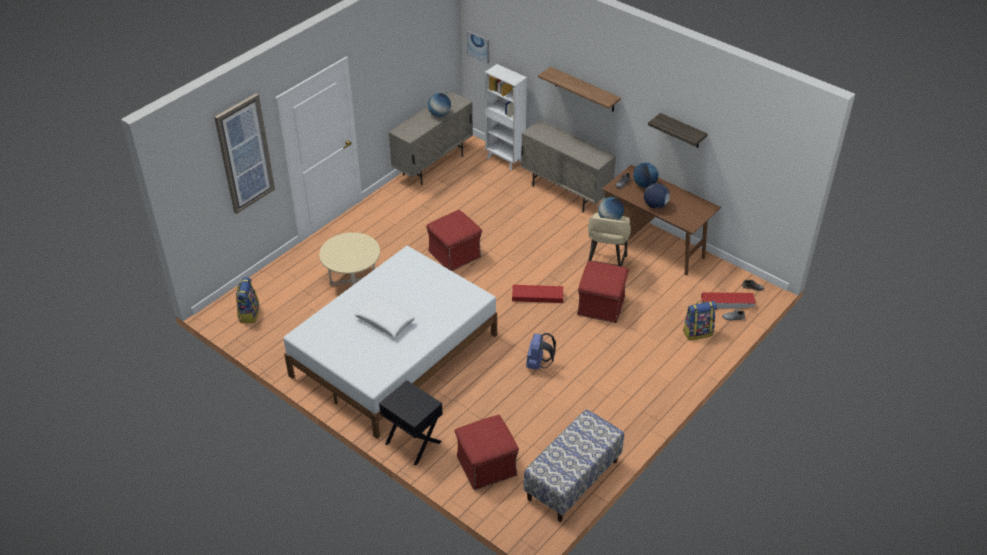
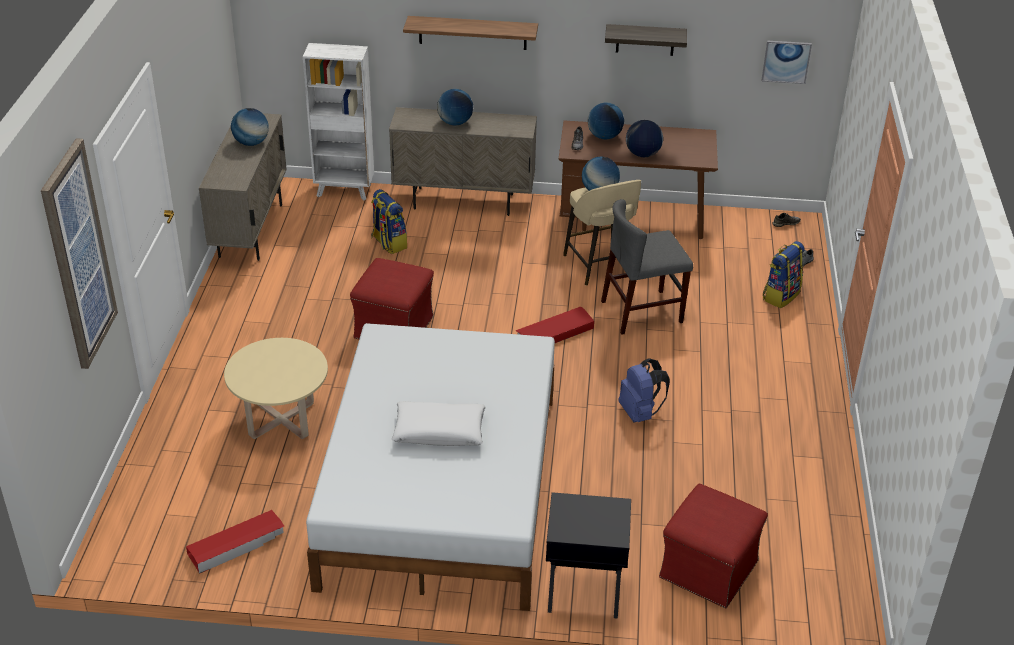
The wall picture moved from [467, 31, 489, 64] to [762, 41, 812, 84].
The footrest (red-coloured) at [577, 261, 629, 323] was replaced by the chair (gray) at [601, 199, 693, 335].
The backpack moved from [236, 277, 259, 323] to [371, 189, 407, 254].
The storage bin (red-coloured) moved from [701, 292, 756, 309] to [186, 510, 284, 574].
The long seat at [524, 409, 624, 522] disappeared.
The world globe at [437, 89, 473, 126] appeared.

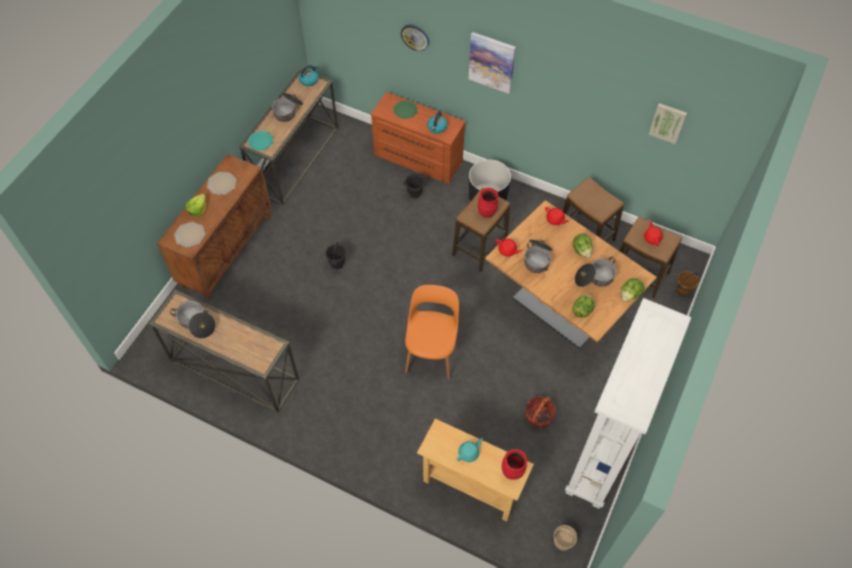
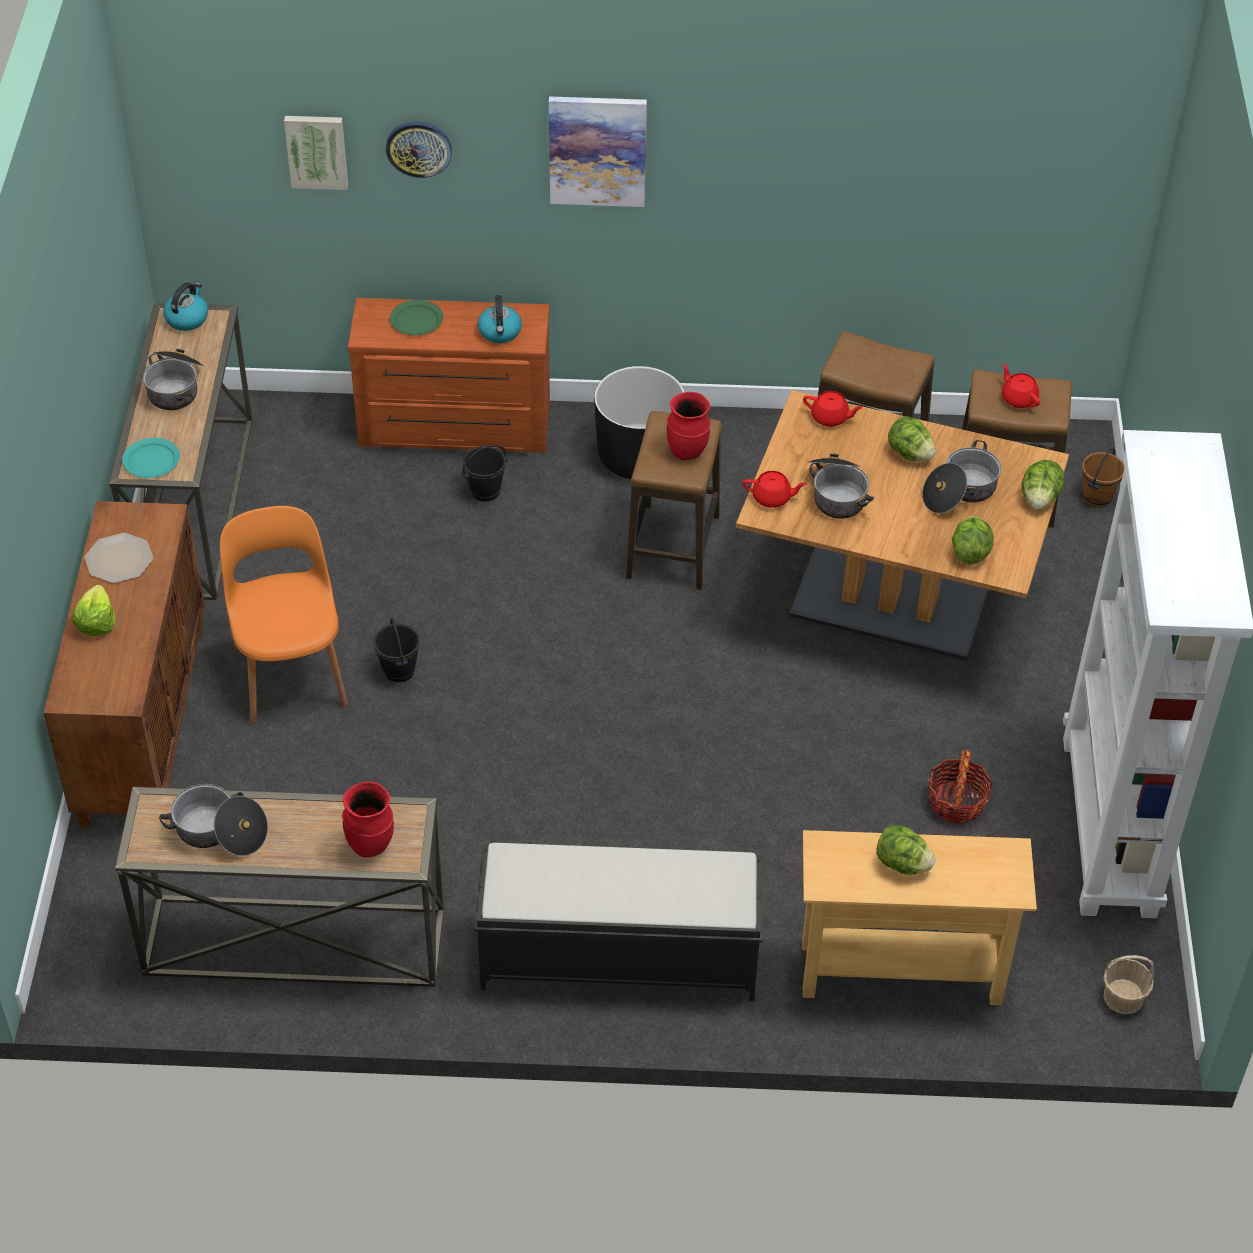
The wall picture moved from [649, 103, 687, 144] to [284, 116, 348, 190].
The dinner plate at [174, 222, 206, 248] disappeared.
The chair (orange) moved from [405, 285, 459, 380] to [220, 506, 348, 724].
The tea pot (turquoise-coloured) at [457, 438, 483, 462] was replaced by the lettuce at [876, 825, 936, 875].
The flower vase (red-coloured) moved from [502, 449, 527, 480] to [342, 782, 394, 857].
The long seat (black-coloured) at [474, 843, 763, 1001] appeared.

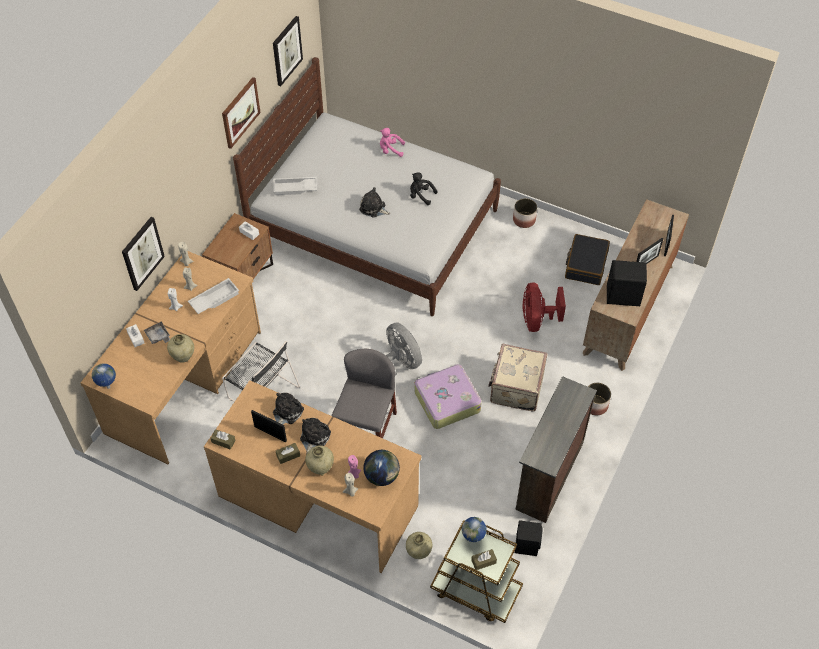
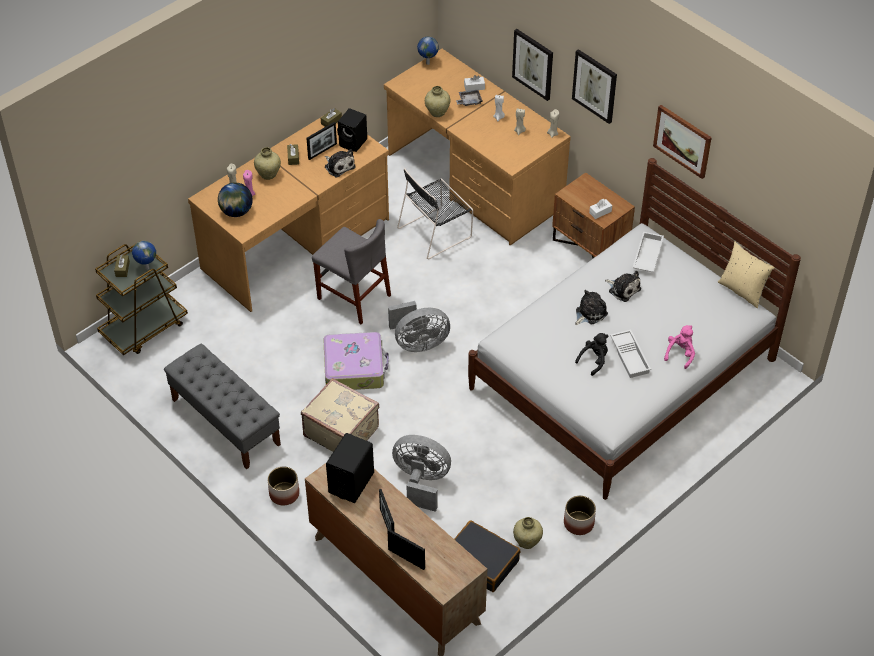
The wall picture moved from [273, 16, 303, 86] to [572, 49, 617, 124].
The carrying tray (white) moved from [188, 278, 239, 314] to [610, 330, 651, 378].
The cooling fan (red-coloured) at [522, 283, 566, 332] became the cooling fan (gray) at [392, 435, 451, 512].
The chest of drawers (brownish) at [516, 376, 597, 523] was replaced by the long seat (gray) at [164, 344, 281, 470].
The plush toy moved from [300, 418, 331, 454] to [605, 271, 641, 302].
The speaker (black-coloured) moved from [515, 520, 543, 556] to [337, 108, 367, 152].
The flower vase (sand-coloured) moved from [406, 532, 432, 559] to [513, 517, 543, 549].
The cushion (sand-coloured) at [718, 241, 775, 308] appeared.

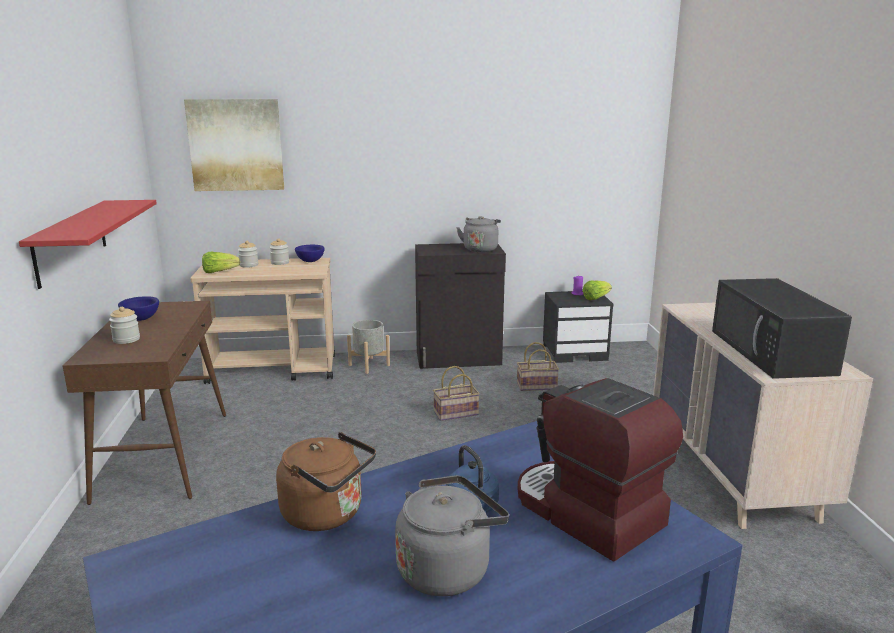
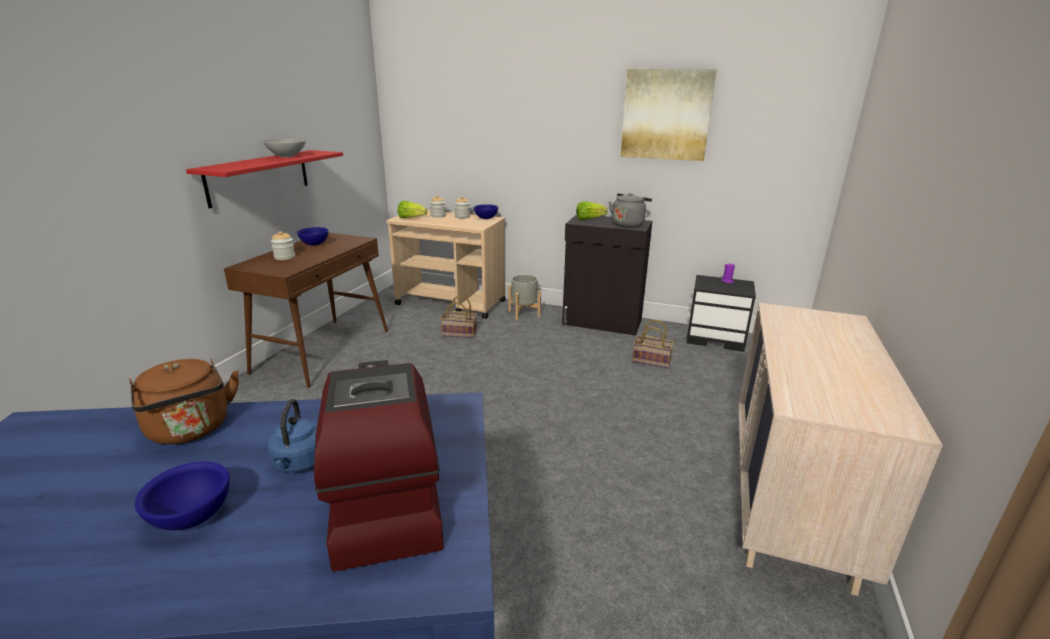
The wall picture moved from [184, 99, 284, 191] to [620, 69, 717, 161].
The microwave oven (black-coloured) at [712, 278, 852, 379] disappeared.
The lettuce moved from [583, 281, 612, 300] to [576, 201, 608, 220].
The storage basket moved from [433, 366, 480, 421] to [440, 296, 477, 338].
The kettle (gray) at [395, 475, 509, 596] was replaced by the bowl (blue-coloured) at [135, 461, 230, 531].
The bowl (gray) at [263, 139, 306, 157] appeared.

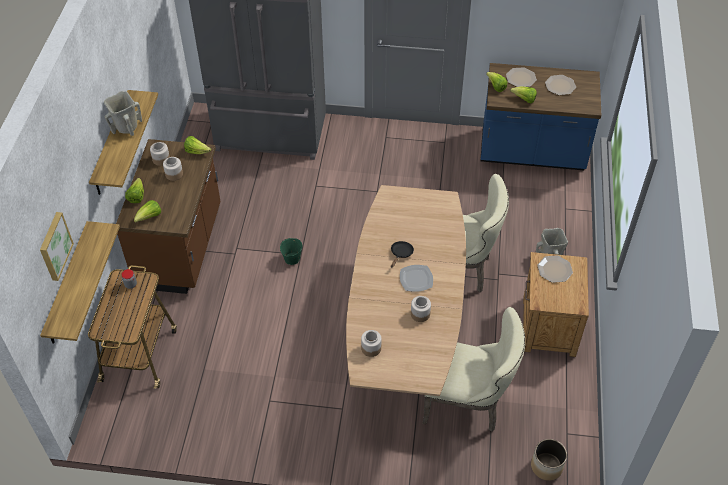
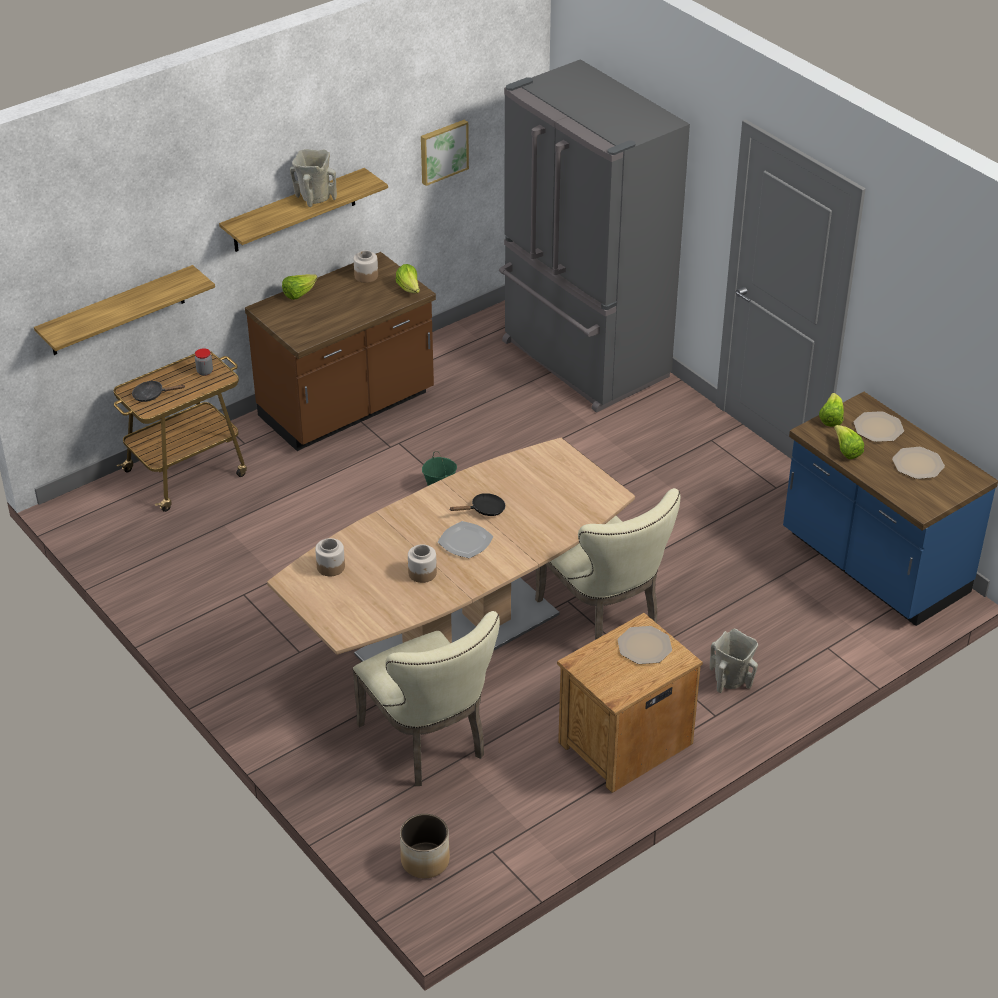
The jar at [163, 157, 183, 181] disappeared.
The lettuce at [134, 200, 161, 222] disappeared.
The wall picture moved from [40, 212, 74, 281] to [421, 120, 469, 186].
The pan (black-coloured) at [132, 381, 185, 402] appeared.

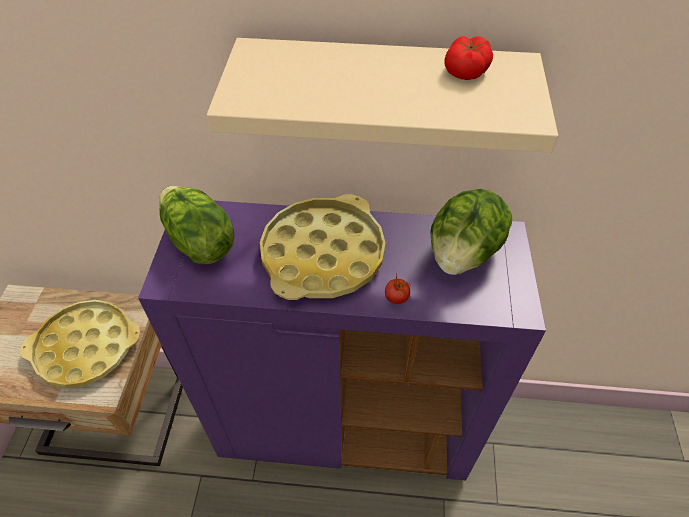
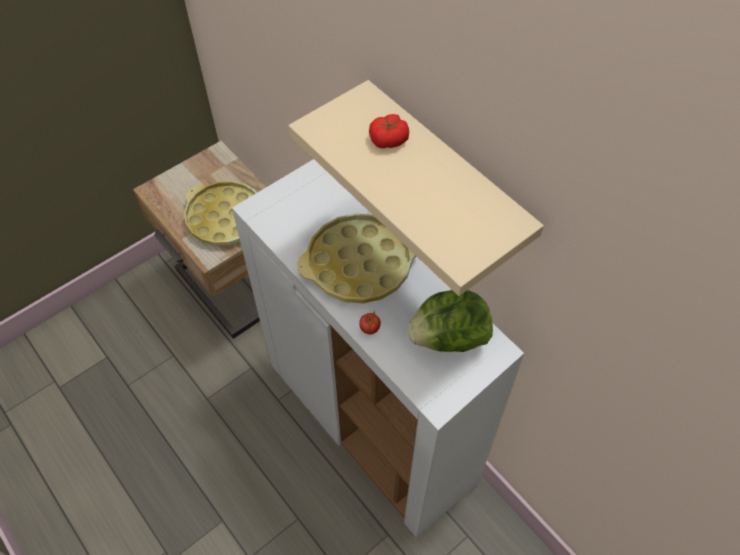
The tomato moved from [444, 36, 493, 80] to [369, 114, 409, 148].
The lettuce at [159, 186, 234, 264] disappeared.
The storage cabinet (purple) at [138, 201, 546, 480] became the storage cabinet (white) at [232, 159, 524, 538].

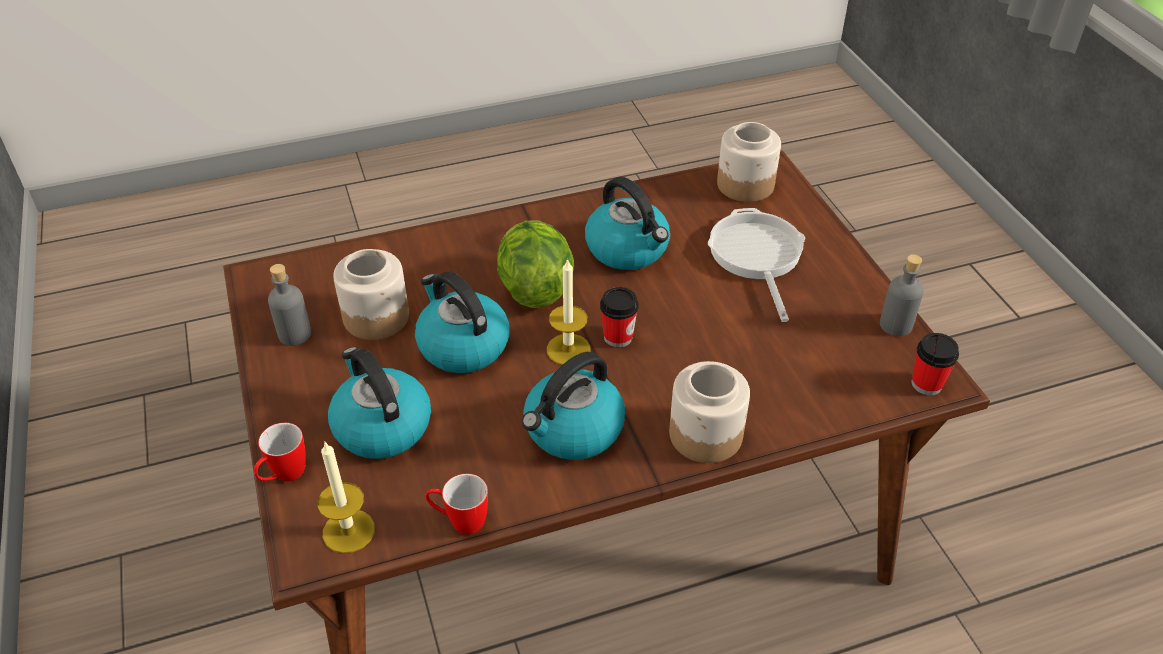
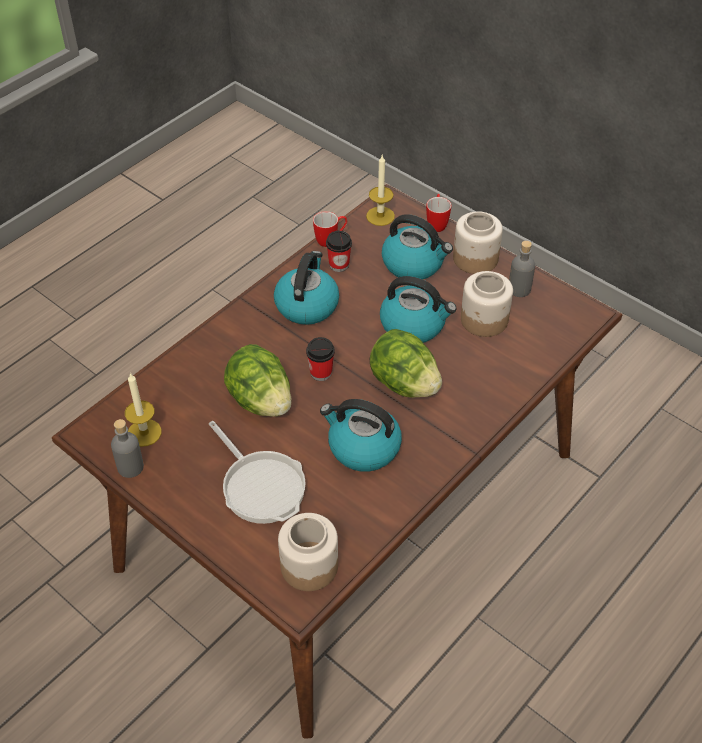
The wax candle moved from [547, 258, 590, 365] to [125, 372, 162, 447].
The drinking cup moved from [912, 333, 959, 395] to [326, 231, 352, 272].
The jar moved from [669, 361, 750, 463] to [453, 212, 503, 274].
The lettuce at [224, 344, 292, 417] appeared.

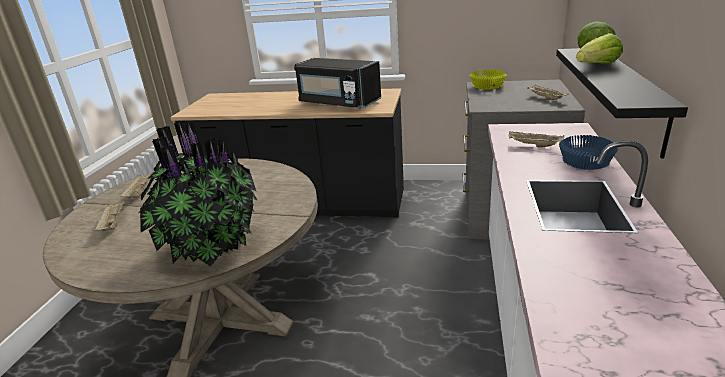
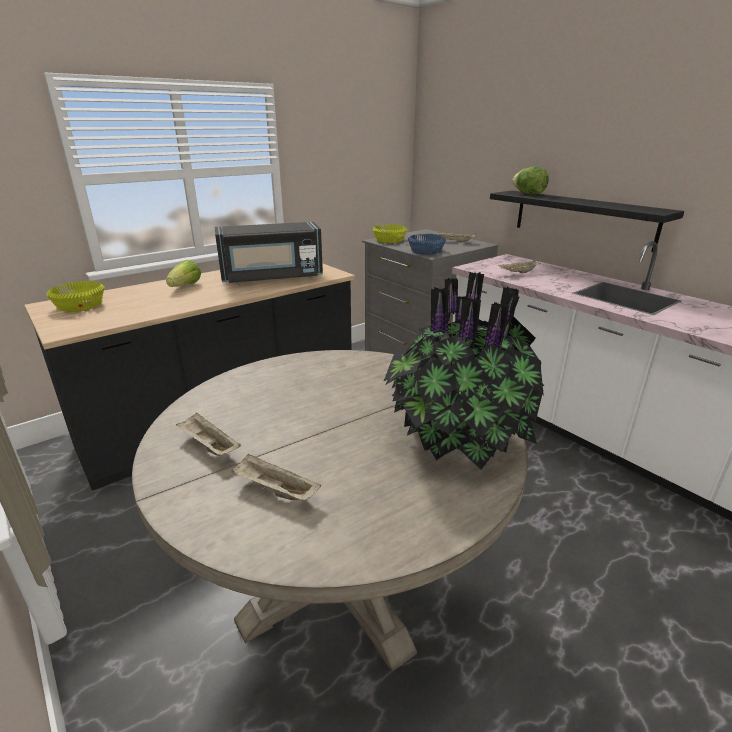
The lettuce moved from [576, 33, 623, 64] to [166, 260, 201, 287].
The bowl (blue-coloured) moved from [559, 135, 618, 170] to [408, 234, 446, 255].
The bowl (yellowish) at [46, 281, 104, 312] appeared.

